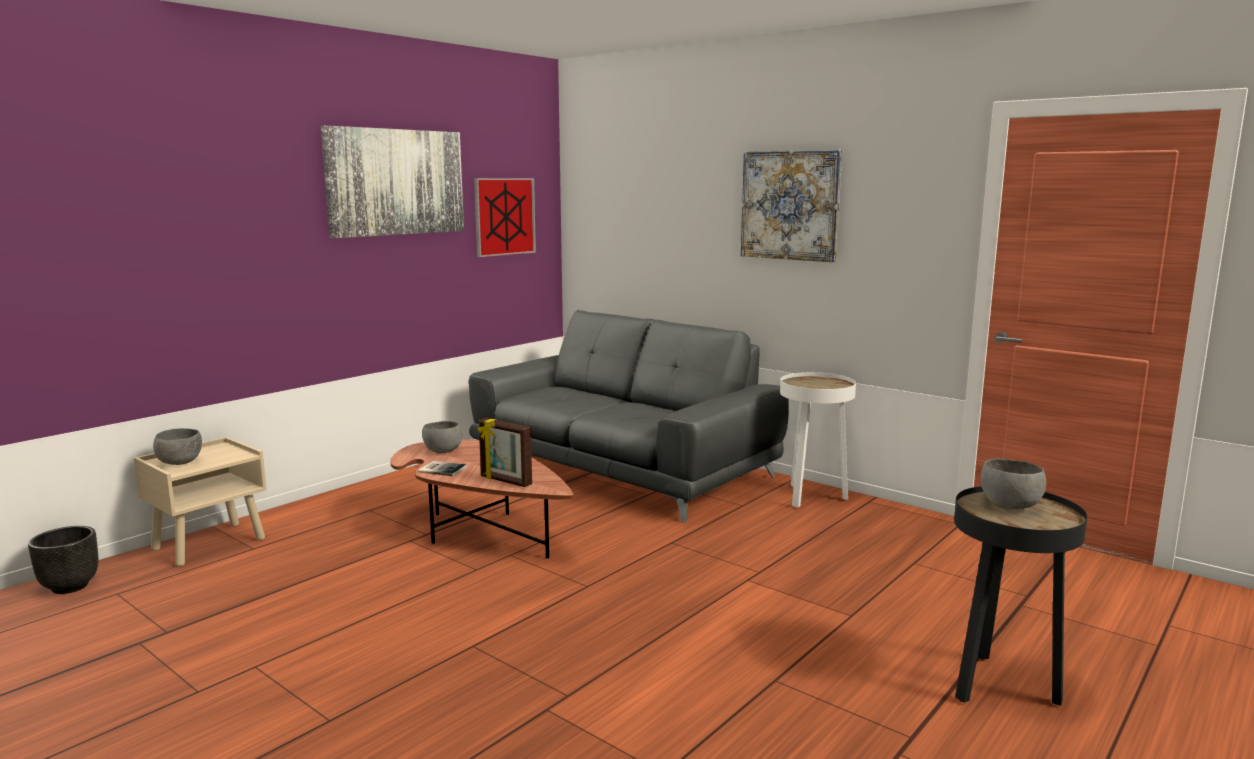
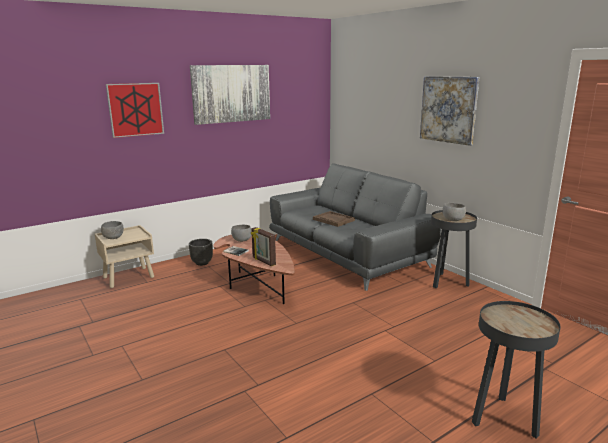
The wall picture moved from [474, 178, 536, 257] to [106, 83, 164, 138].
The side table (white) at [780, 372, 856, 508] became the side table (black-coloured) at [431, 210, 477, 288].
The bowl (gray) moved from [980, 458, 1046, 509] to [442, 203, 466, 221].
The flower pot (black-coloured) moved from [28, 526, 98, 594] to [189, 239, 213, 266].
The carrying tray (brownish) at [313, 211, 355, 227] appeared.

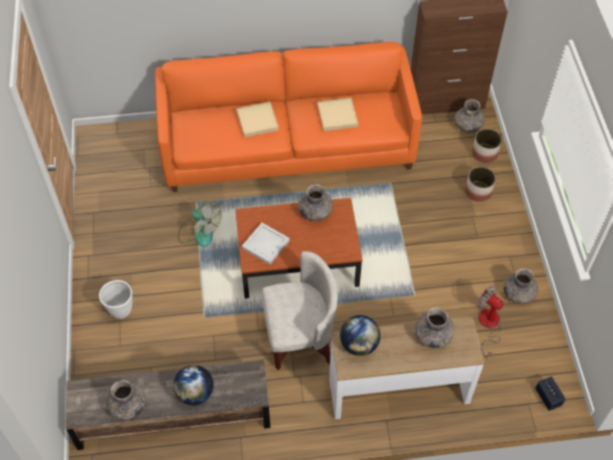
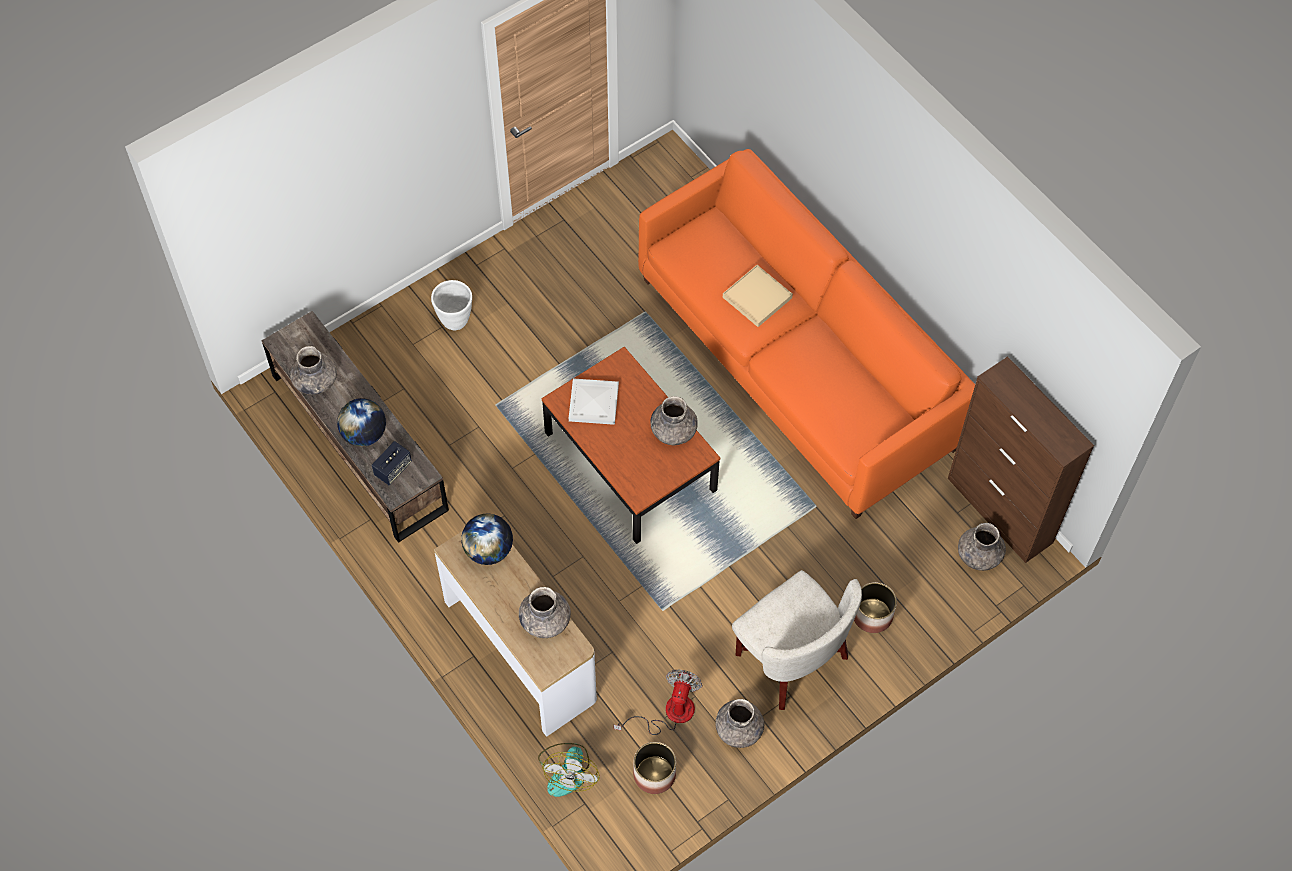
The carrying tray (sand-coloured) at [317, 97, 358, 131] disappeared.
The flower pot moved from [472, 129, 502, 163] to [633, 742, 676, 794].
The cooling fan moved from [178, 202, 222, 247] to [538, 743, 600, 797].
The armchair (white) moved from [262, 251, 338, 370] to [732, 570, 862, 710].
The speaker moved from [535, 376, 566, 411] to [372, 441, 412, 485].

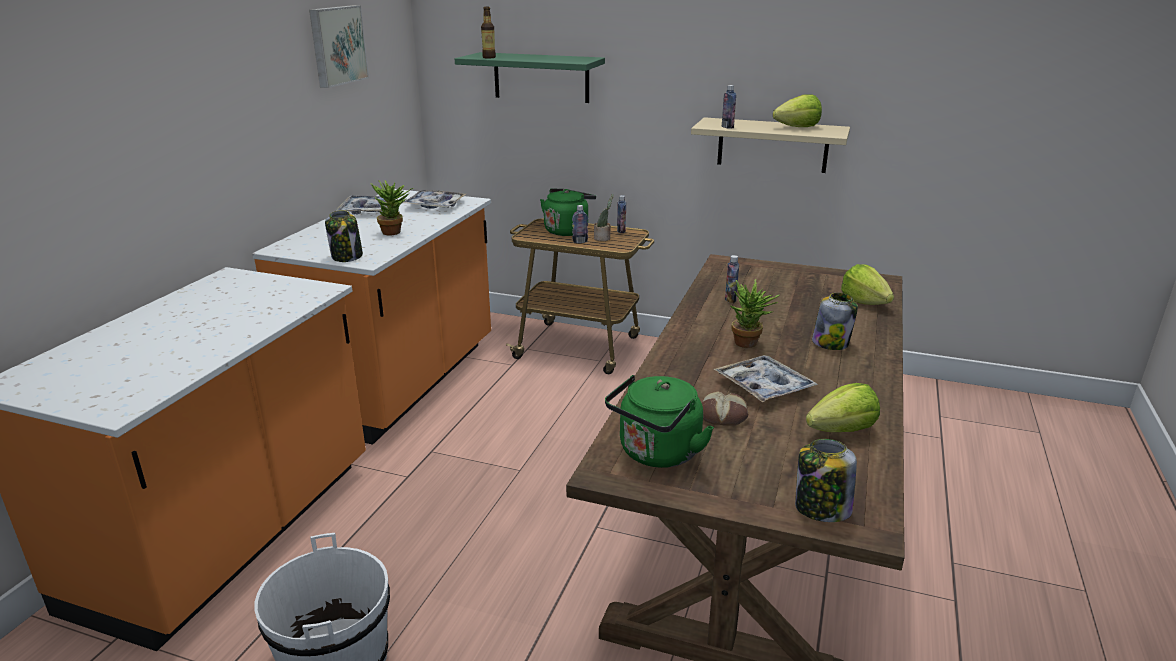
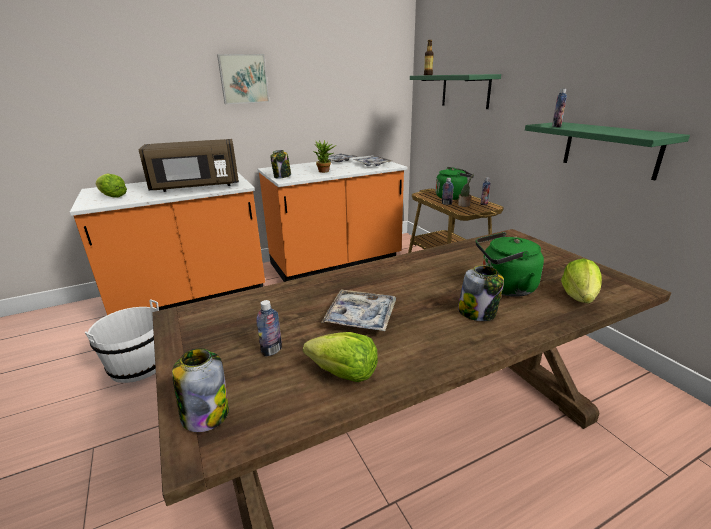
The wall picture moved from [309, 5, 369, 88] to [217, 54, 269, 104].
The lettuce moved from [773, 94, 822, 127] to [96, 173, 127, 197].
The wall shelf (sand-coloured) at [691, 117, 850, 173] became the wall shelf (greenish) at [525, 122, 690, 180].
The beverage bottle moved from [725, 255, 739, 303] to [257, 300, 282, 357].
The houseplant at [729, 279, 780, 348] disappeared.
The kettle (greenish) moved from [605, 375, 714, 468] to [476, 232, 544, 297].
The bread at [702, 391, 748, 426] disappeared.
The microwave oven (brownish) at [138, 139, 239, 192] appeared.

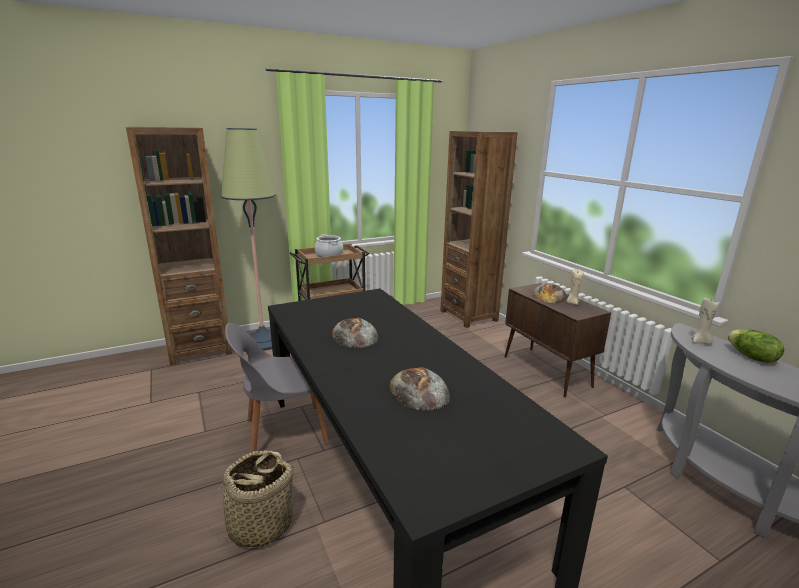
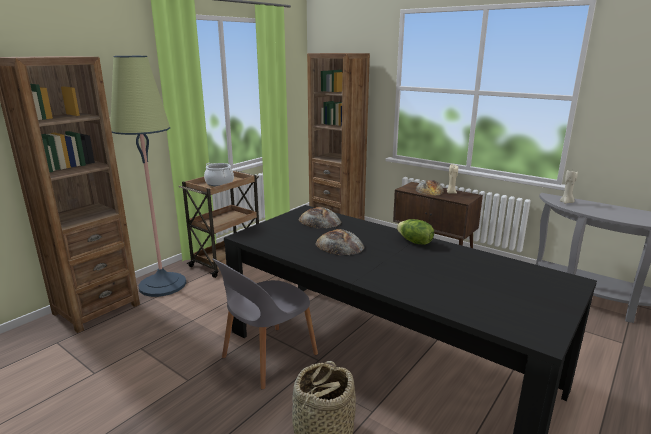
The lettuce moved from [727, 329, 785, 363] to [397, 219, 434, 245].
The bread moved from [390, 367, 450, 411] to [298, 207, 341, 229].

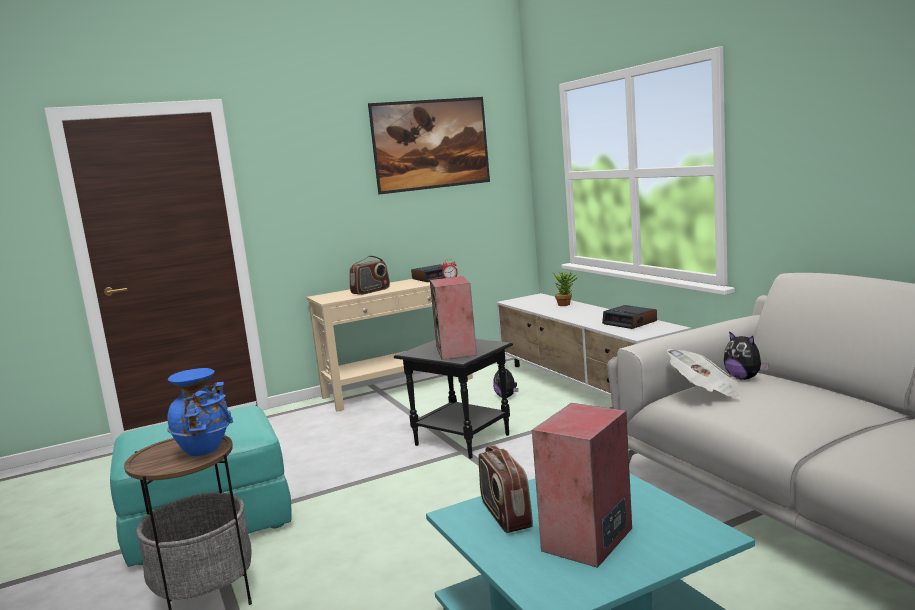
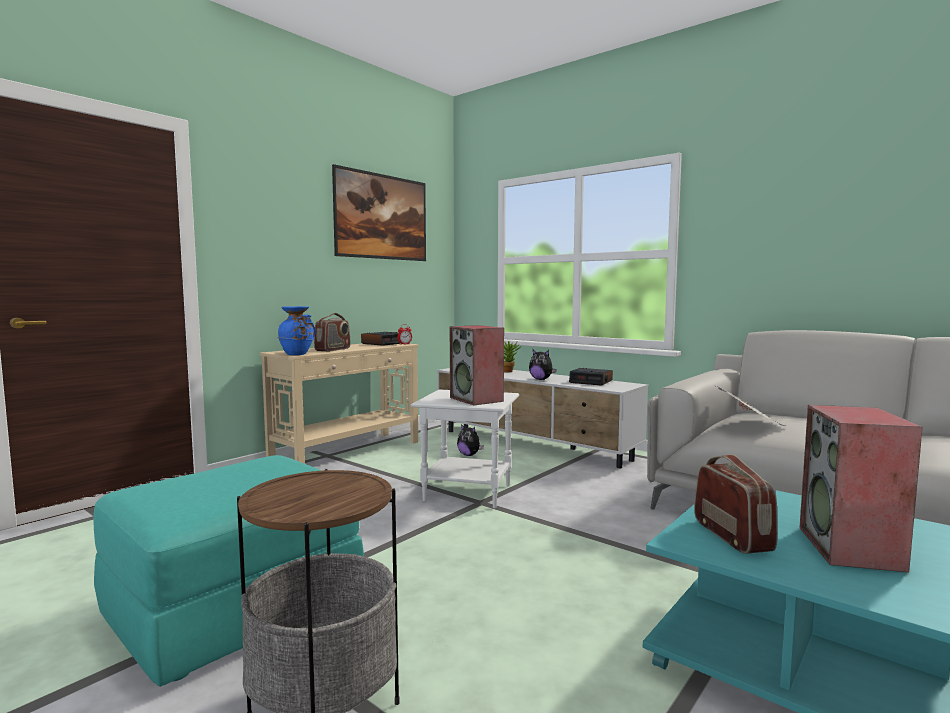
The plush toy moved from [724, 331, 769, 380] to [529, 350, 557, 380].
The side table (black-coloured) at [394, 339, 513, 459] became the side table (white) at [411, 389, 519, 509].
The flower vase (blue-coloured) moved from [167, 368, 233, 456] to [277, 306, 315, 355].
The radio set at [478, 445, 533, 533] turned 150 degrees counterclockwise.

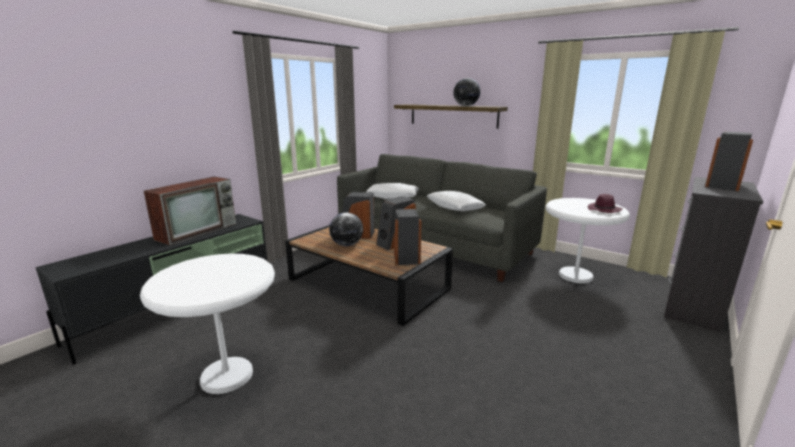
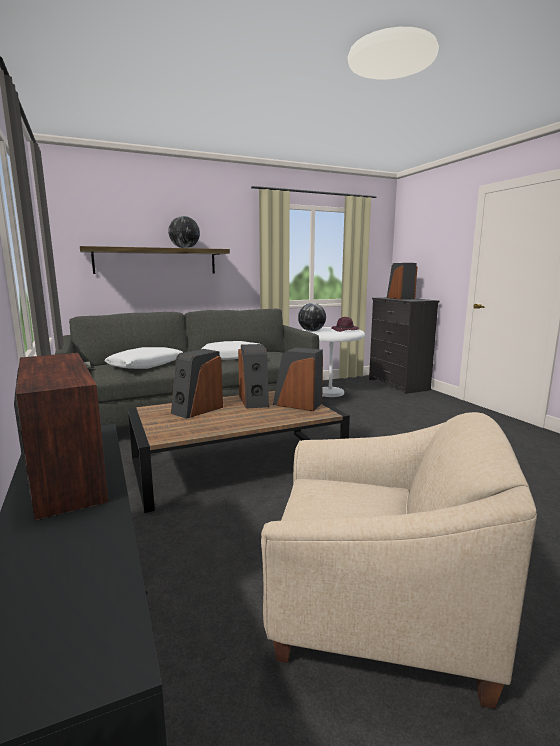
The world globe moved from [329, 212, 363, 246] to [298, 303, 326, 331].
The side table (white) at [140, 253, 275, 394] was replaced by the armchair (sand-coloured) at [261, 412, 537, 709].

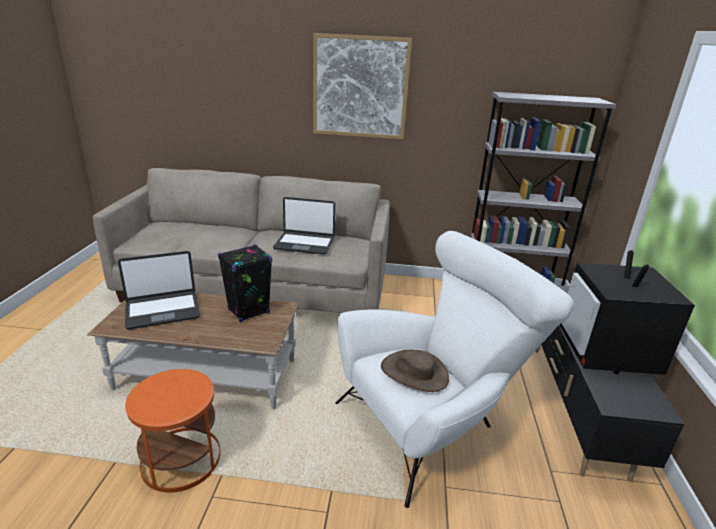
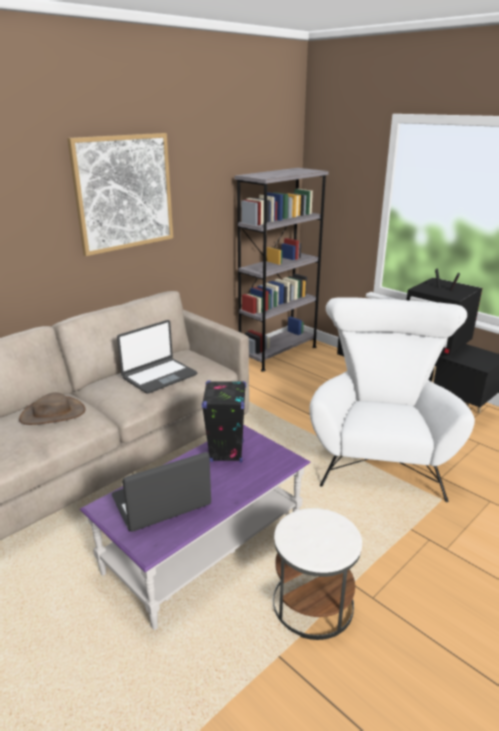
The notebook computer at [118, 251, 200, 329] turned 135 degrees counterclockwise.
The low table (brownish) at [87, 293, 299, 409] became the low table (purple) at [80, 425, 310, 630].
The wearable hat (brownish) moved from [381, 350, 449, 392] to [19, 392, 86, 425].
The side table (orange) at [125, 369, 221, 493] became the side table (white) at [273, 508, 362, 640].

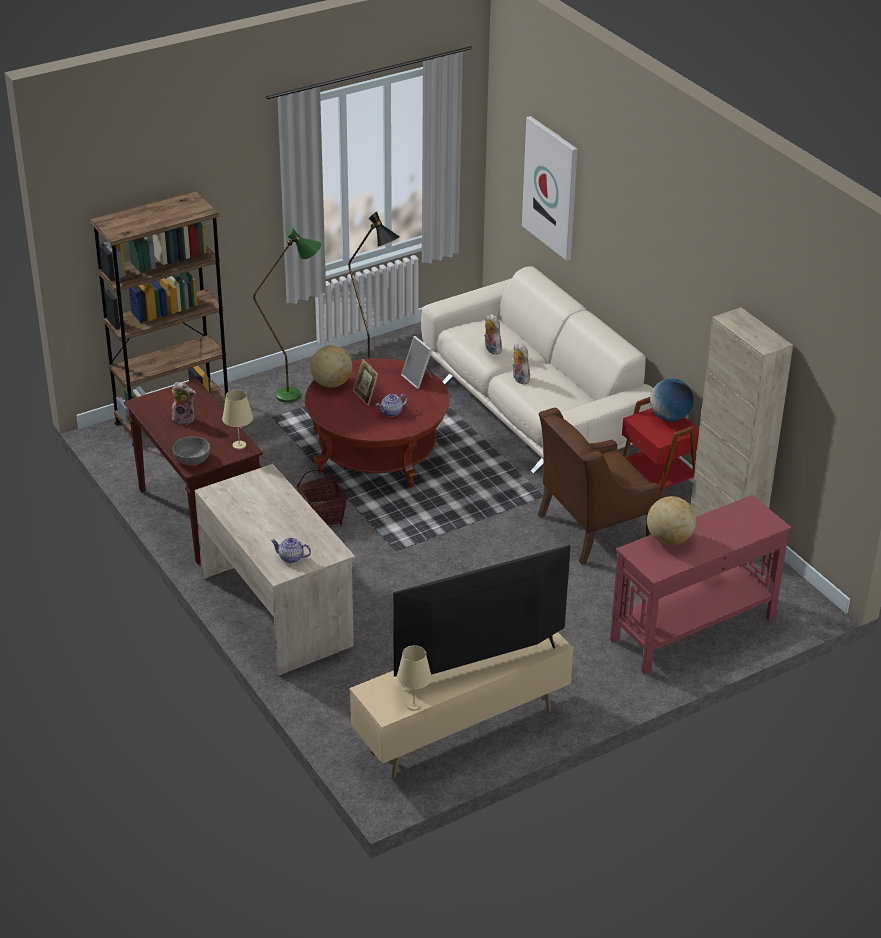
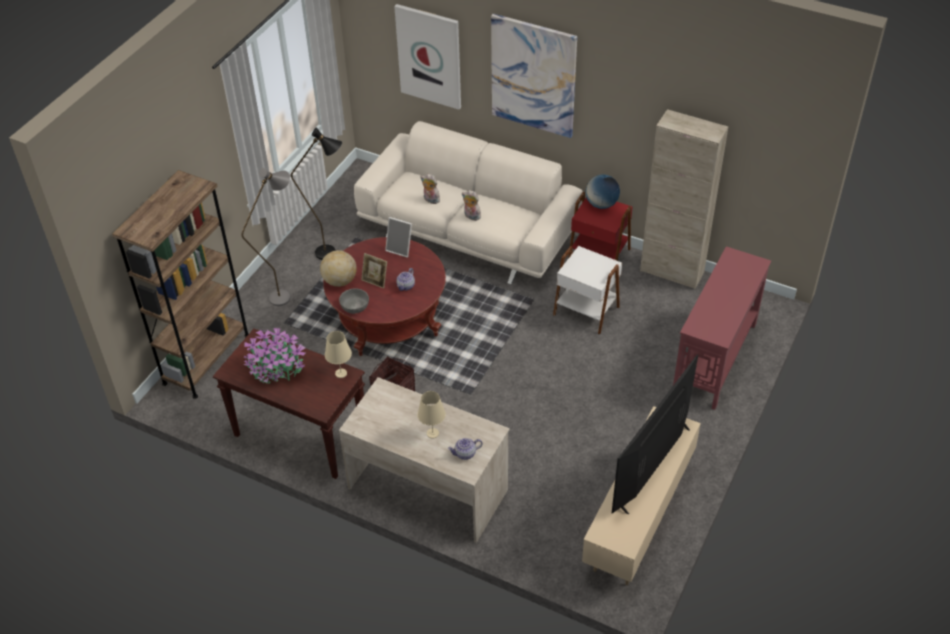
The floor lamp (greenish) at [253, 227, 321, 403] became the floor lamp (gray) at [242, 168, 290, 306].
The plush toy at [172, 382, 196, 425] was replaced by the houseplant at [243, 328, 305, 384].
The armchair (brownish) at [538, 408, 660, 564] was replaced by the side table (white) at [553, 246, 622, 335].
The bowl (gray) moved from [173, 437, 210, 465] to [339, 288, 369, 314].
The world globe at [647, 496, 696, 545] disappeared.
The tabletop lamp (sand-coloured) moved from [397, 645, 432, 711] to [417, 391, 446, 439].
The wall picture at [491, 14, 577, 138] appeared.

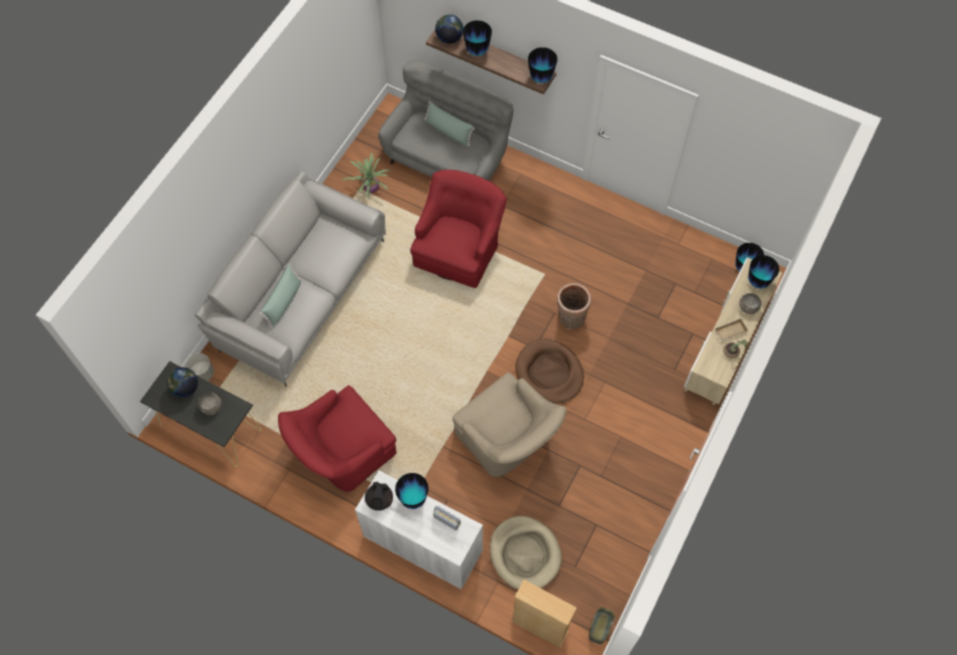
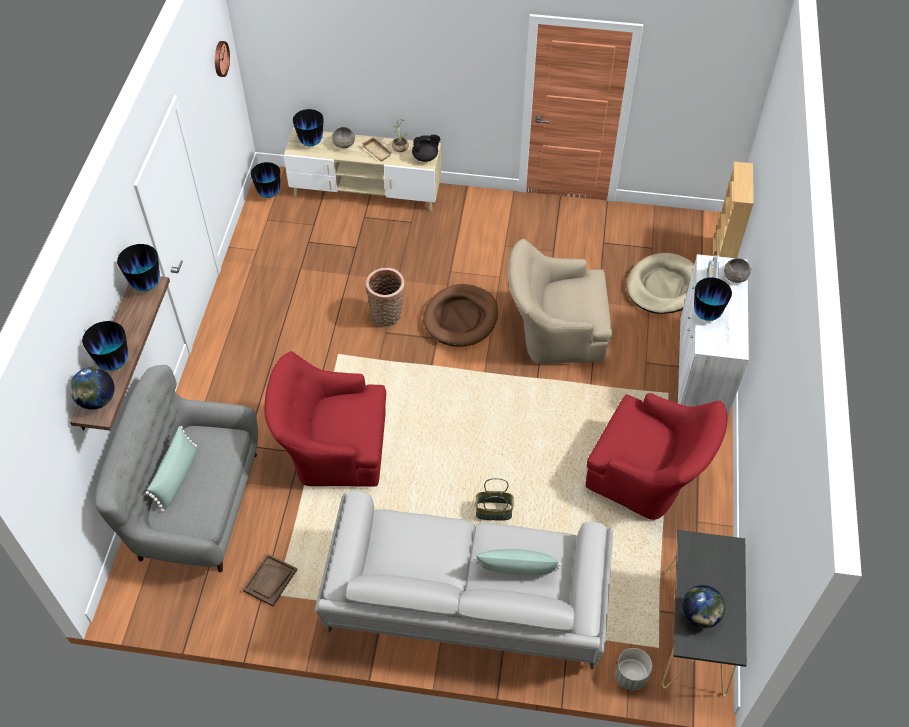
The houseplant at [342, 152, 390, 198] was replaced by the carrying tray (brownish) at [243, 554, 297, 607].
The armchair (sand-coloured) at [452, 372, 566, 477] turned 120 degrees counterclockwise.
The bowl (gray) moved from [198, 392, 222, 415] to [724, 258, 752, 283].
The tea pot (black-coloured) moved from [365, 482, 393, 511] to [412, 134, 440, 162].
The storage basket moved from [589, 607, 615, 644] to [475, 478, 514, 521].
The clock on the wall at [215, 41, 230, 77] appeared.

